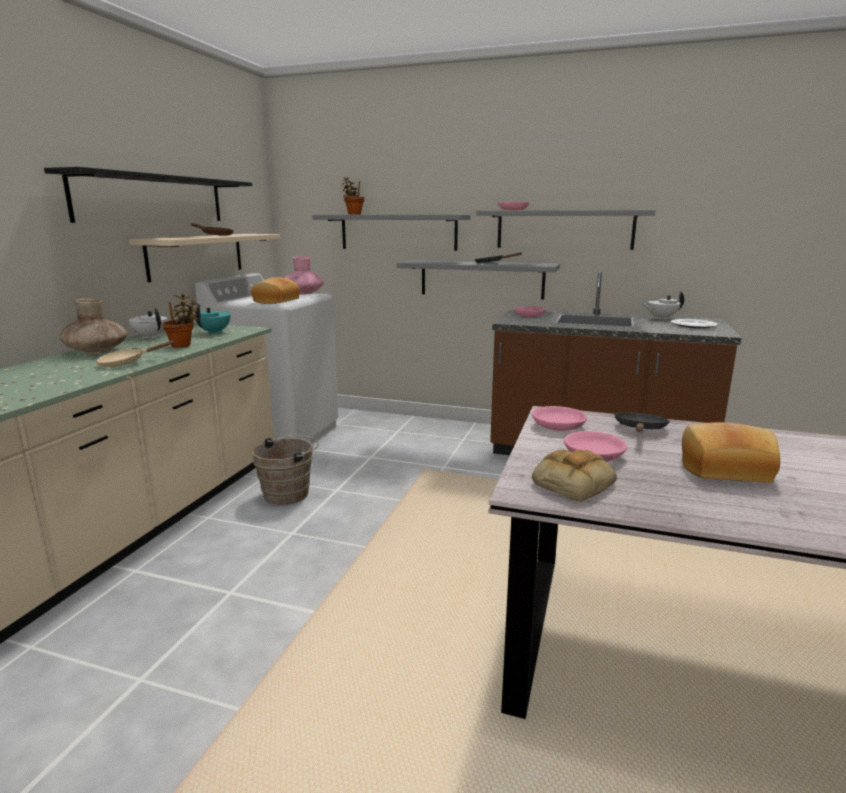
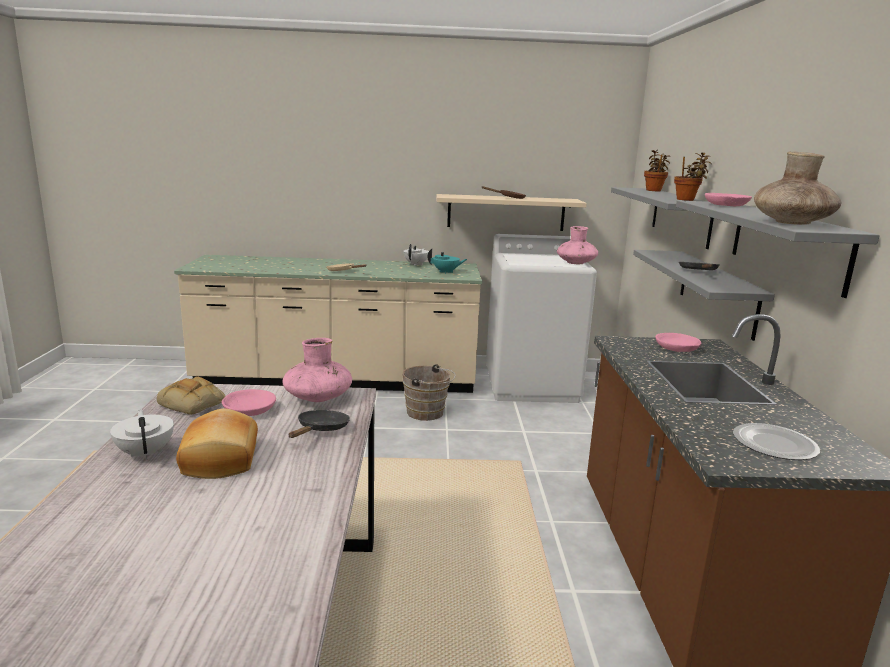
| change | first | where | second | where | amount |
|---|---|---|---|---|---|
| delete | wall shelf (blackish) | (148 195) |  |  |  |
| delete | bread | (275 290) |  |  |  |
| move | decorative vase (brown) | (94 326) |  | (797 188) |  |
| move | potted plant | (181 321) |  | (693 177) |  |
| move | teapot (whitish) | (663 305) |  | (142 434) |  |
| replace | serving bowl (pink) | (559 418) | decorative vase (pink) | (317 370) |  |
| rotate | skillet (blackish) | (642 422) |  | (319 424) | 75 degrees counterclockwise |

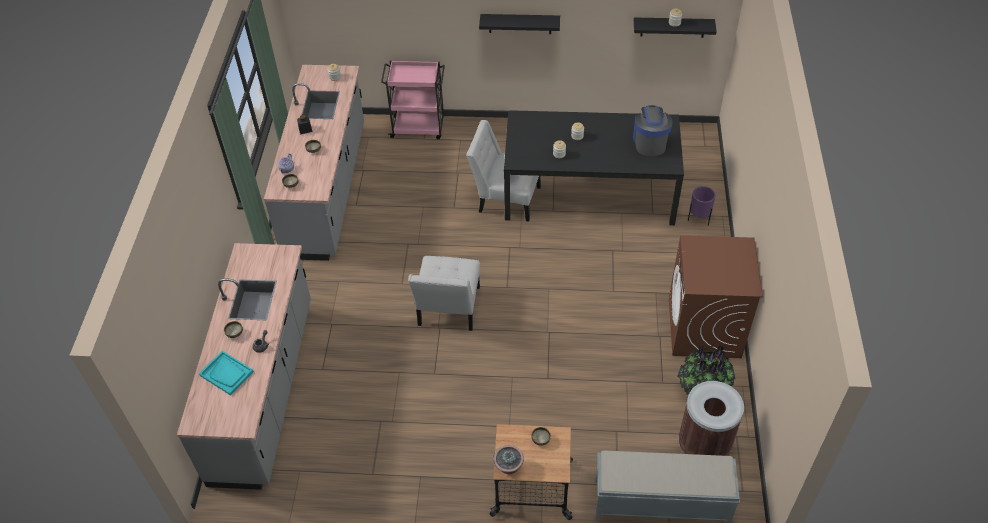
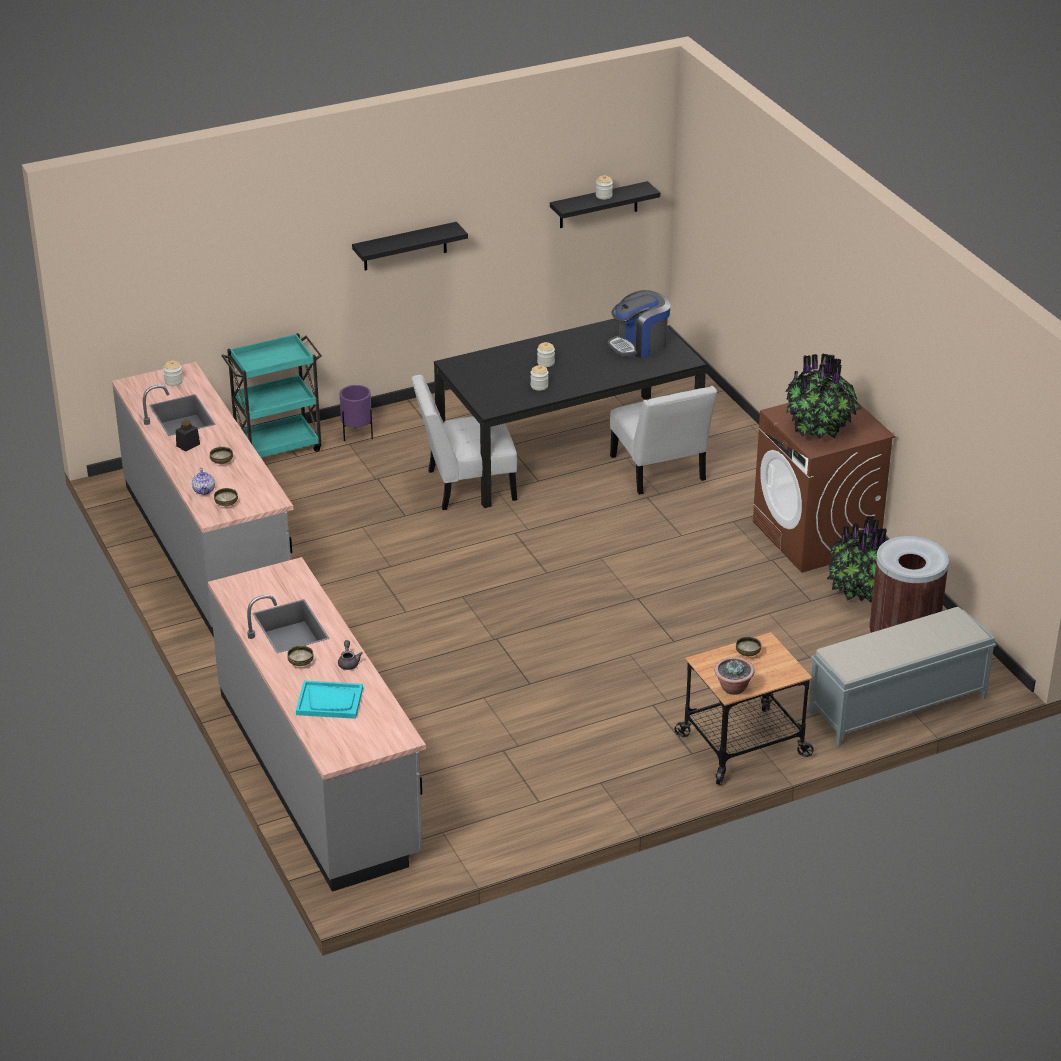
| change | first | where | second | where | amount |
|---|---|---|---|---|---|
| insert |  |  | potted plant | (823 396) |  |
| move | upright chair (whitish) | (444 293) |  | (663 440) |  |
| move | plant pot (purple-coloured) | (702 206) |  | (356 413) |  |
| recolor | trolley (pink) | (413 100) | trolley (turquoise) | (272 395) |  |
| rotate | coffee brewer | (653 130) |  | (639 324) | 90 degrees counterclockwise |

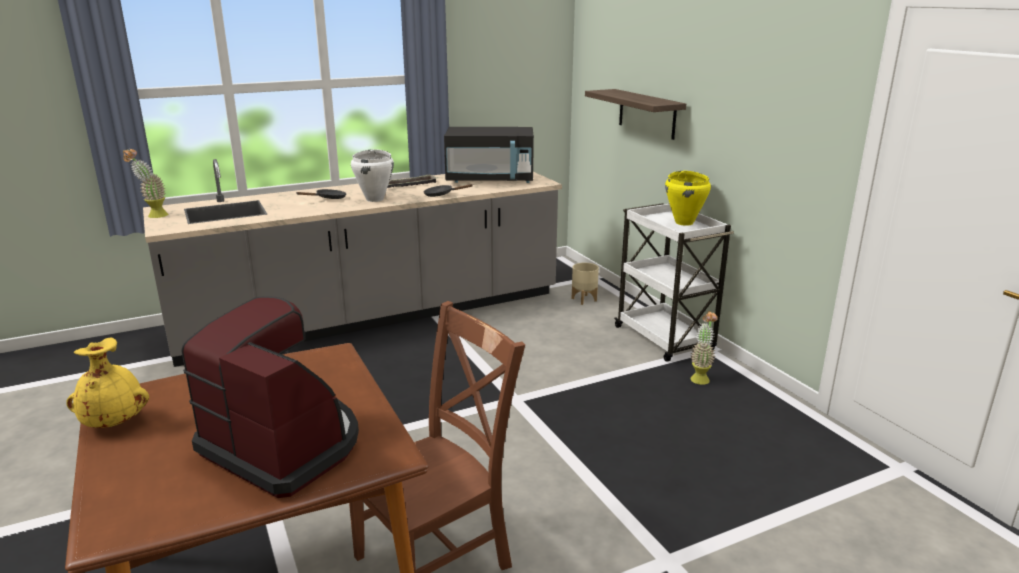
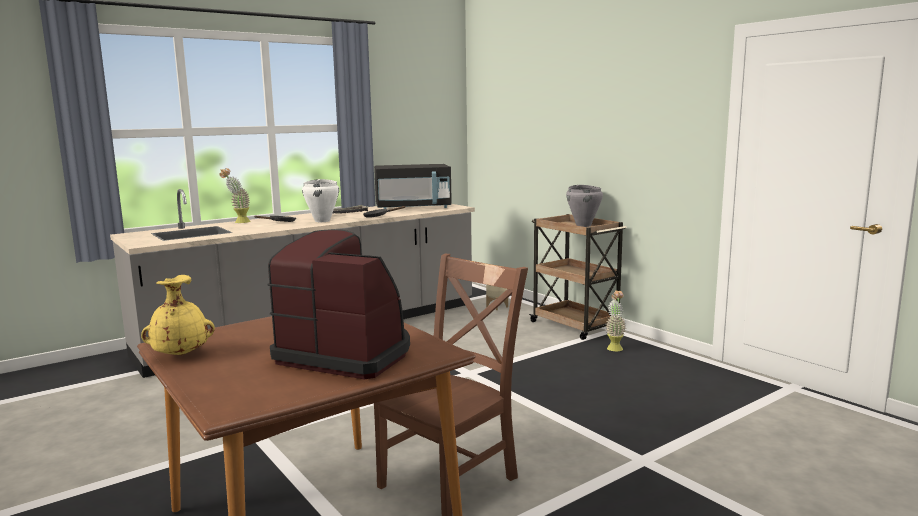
| change | first | where | second | where | amount |
|---|---|---|---|---|---|
| delete | wall shelf | (635 114) |  |  |  |
| move | potted plant | (145 183) |  | (235 195) |  |
| recolor | trolley (whitish) | (674 282) | trolley (brown) | (578 277) |  |
| recolor | cooking pot (yellowish) | (688 198) | cooking pot (grey) | (584 206) |  |

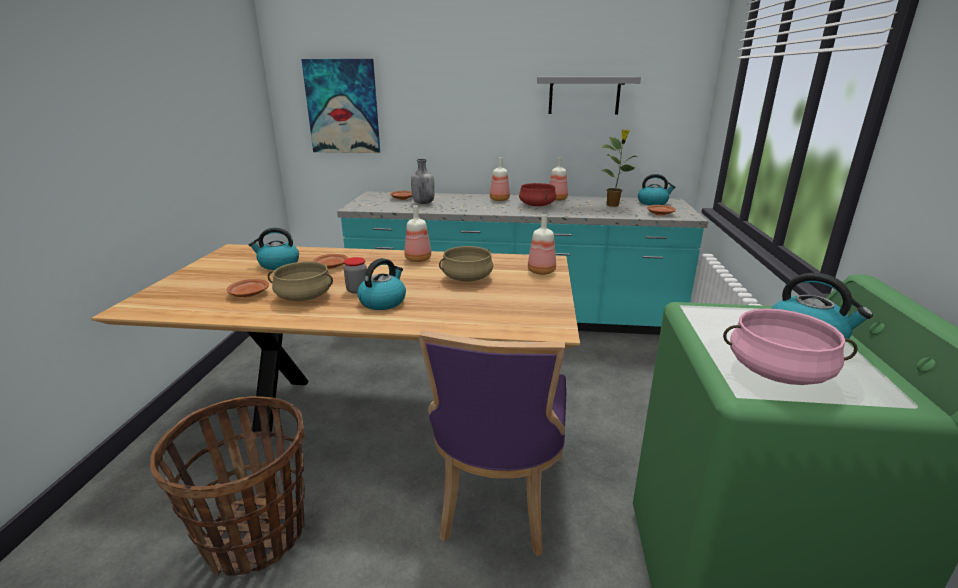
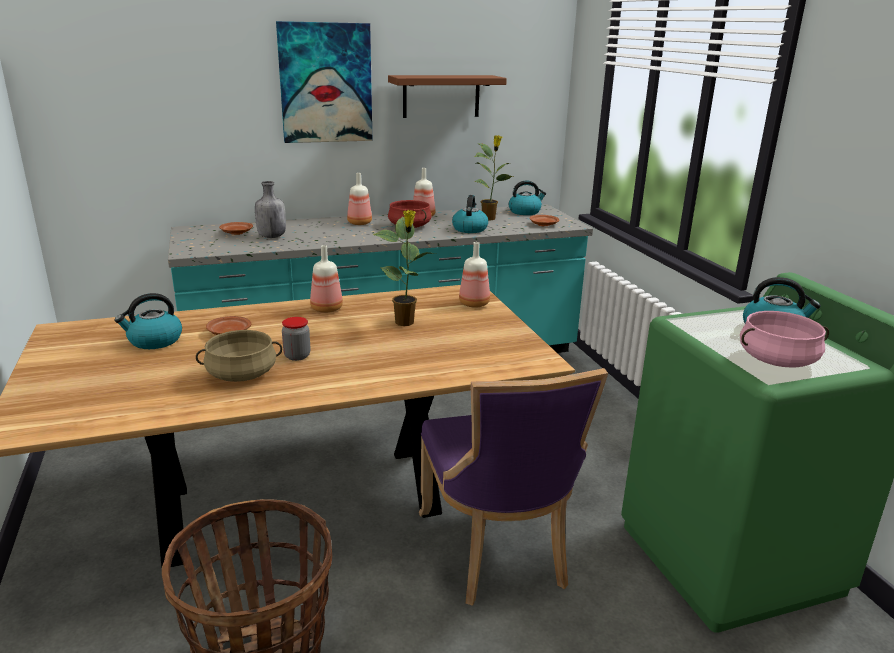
| change | first | where | second | where | amount |
|---|---|---|---|---|---|
| delete | flat dish (brown) | (248 288) |  |  |  |
| move | picture | (340 106) |  | (324 82) |  |
| move | water kettle | (381 284) |  | (470 214) |  |
| replace | cooking pot (sand-coloured) | (466 264) | potted plant | (404 268) |  |
| recolor | wall shelf (grey) | (589 96) | wall shelf (brown) | (447 96) |  |

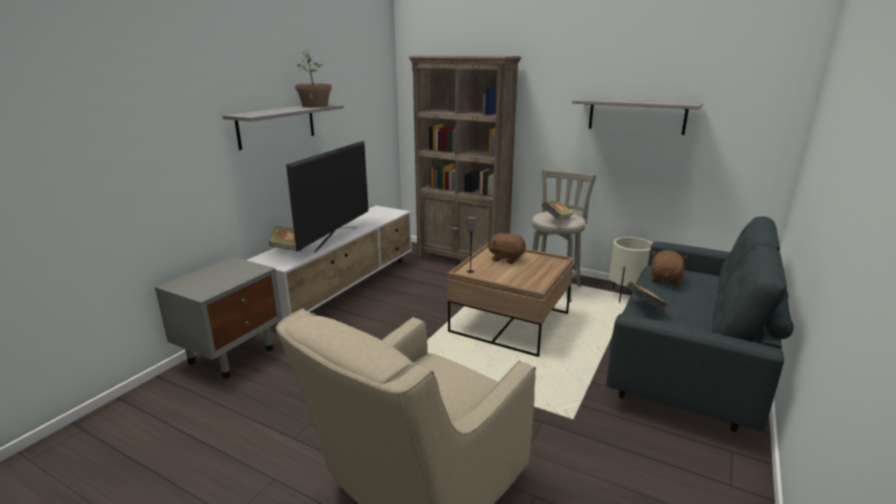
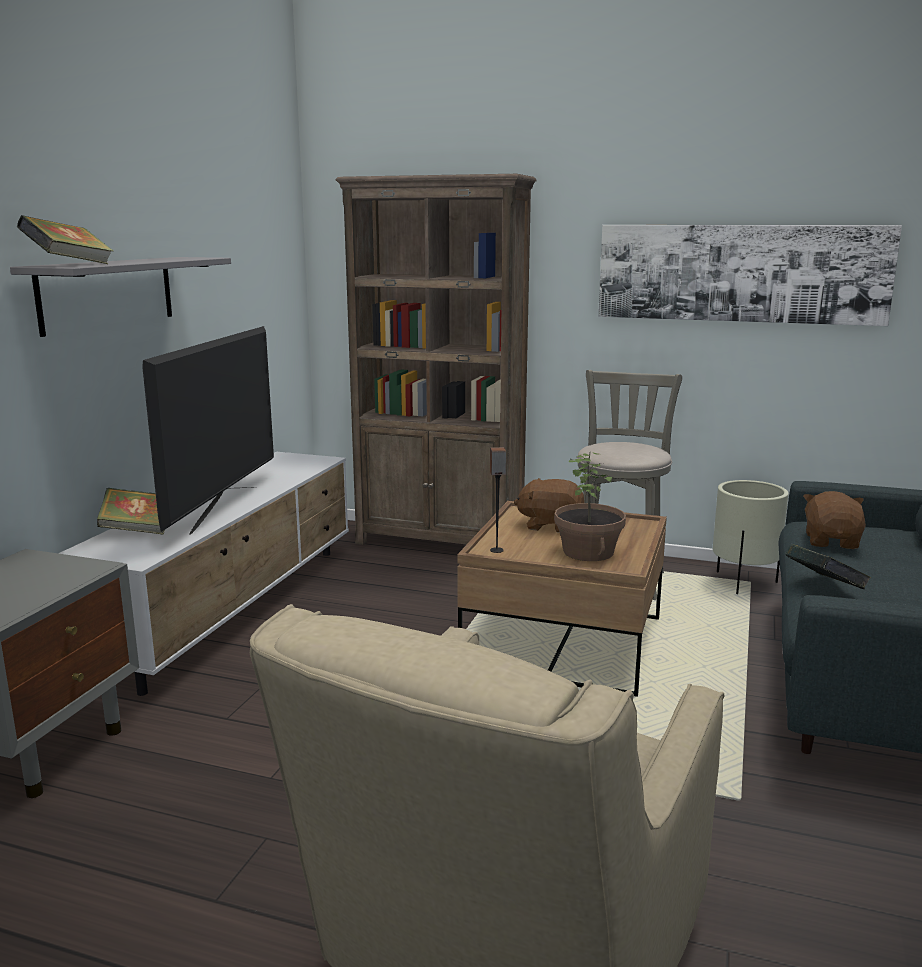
| change | first | where | second | where | amount |
|---|---|---|---|---|---|
| move | potted plant | (313 78) |  | (590 506) |  |
| move | volume | (557 210) |  | (65 239) |  |
| replace | wall shelf (grey) | (637 116) | picture | (750 275) |  |

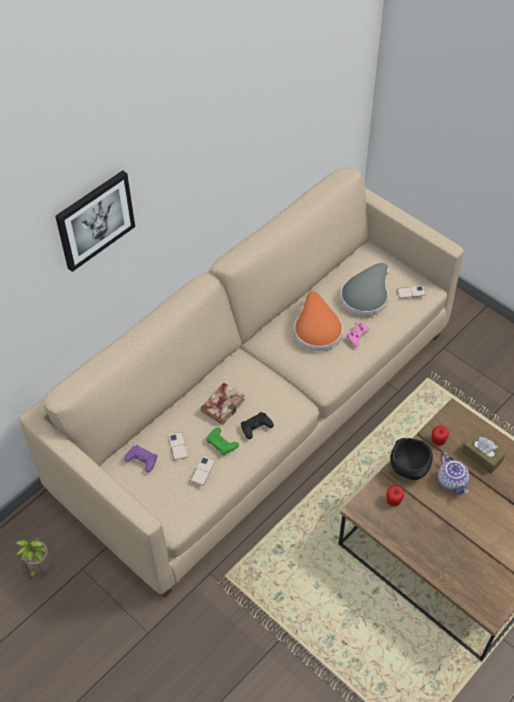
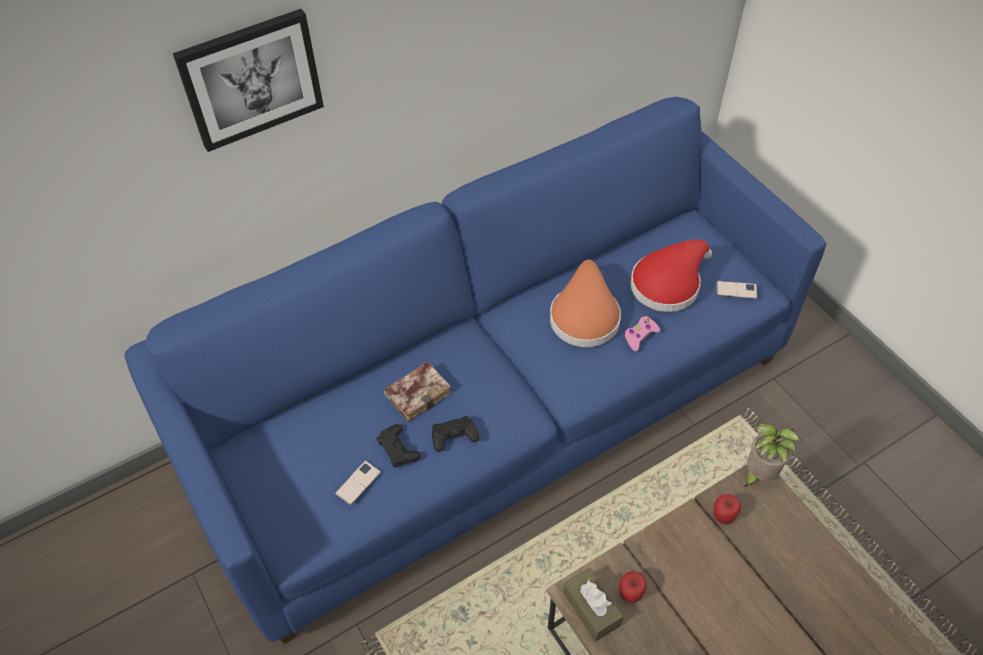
| change | first | where | second | where | amount |
|---|---|---|---|---|---|
| delete | gamepad (purple-coloured) | (141 458) |  |  |  |
| delete | telephone | (178 446) |  |  |  |
| delete | serving bowl (blackish) | (411 459) |  |  |  |
| delete | teapot | (453 473) |  |  |  |
| move | potted plant | (32 558) |  | (771 456) |  |
| move | tissue box (brown) | (483 453) |  | (593 604) |  |
| recolor | settee (sand-coloured) | (242 382) | settee (blue) | (475 370) |  |
| recolor | gamepad (green-coloured) | (222 441) | gamepad (blackish) | (398 445) |  |
| recolor | wearable hat (grey) | (365 290) | wearable hat (red) | (671 275) |  |

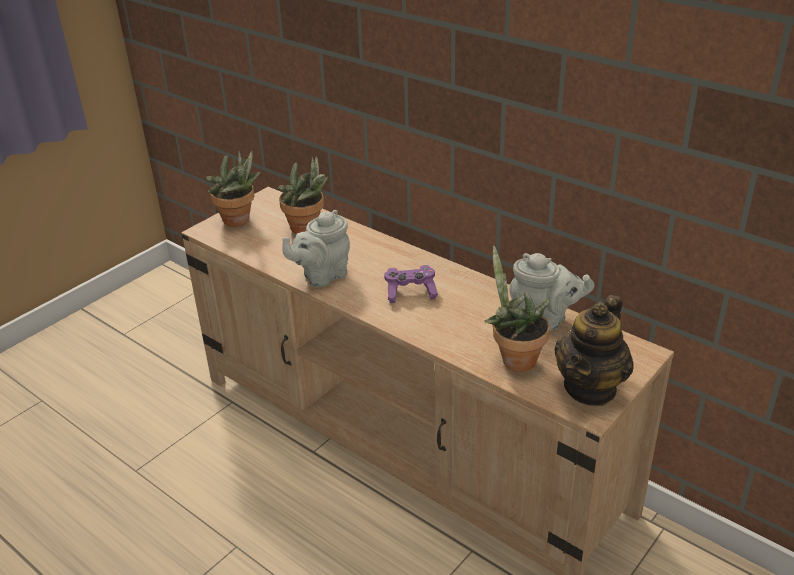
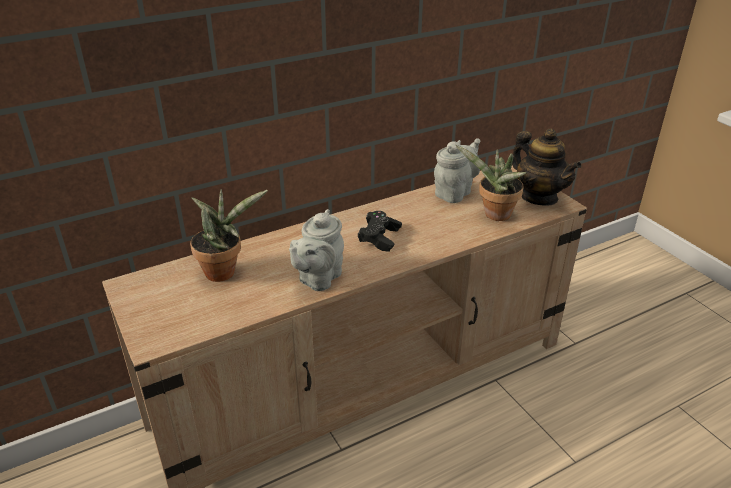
| change | first | where | second | where | amount |
|---|---|---|---|---|---|
| delete | potted plant | (233 189) |  |  |  |
| recolor | gamepad (purple-coloured) | (411 284) | gamepad (blackish) | (380 231) |  |
| rotate | teapot (grey) | (316 248) |  | (316 250) | 45 degrees clockwise |

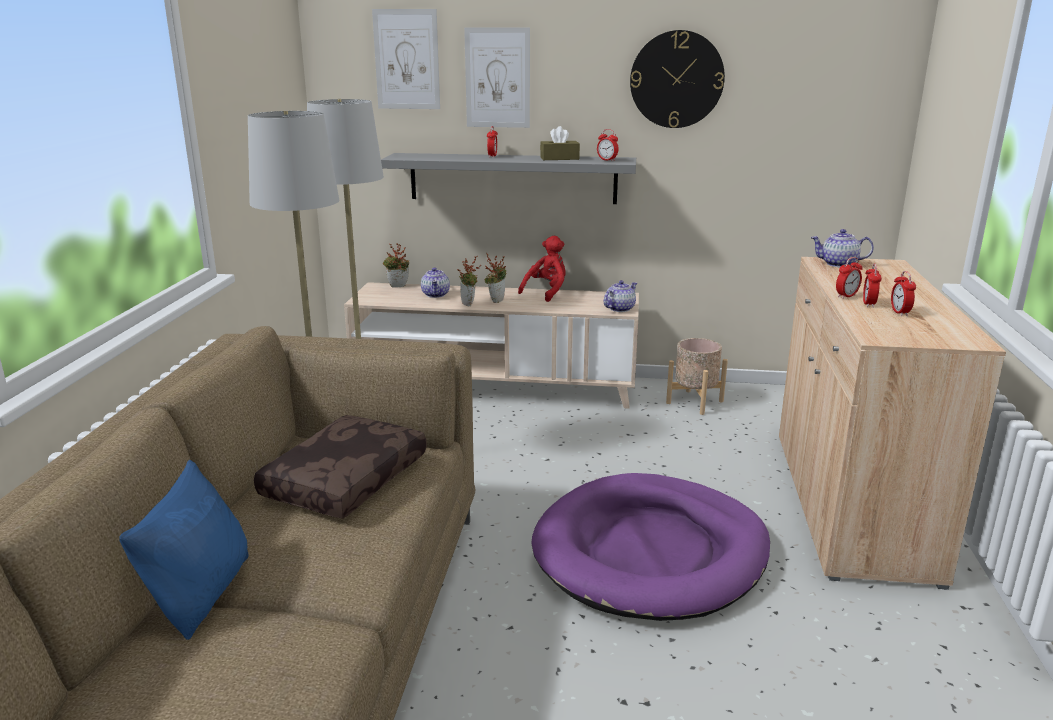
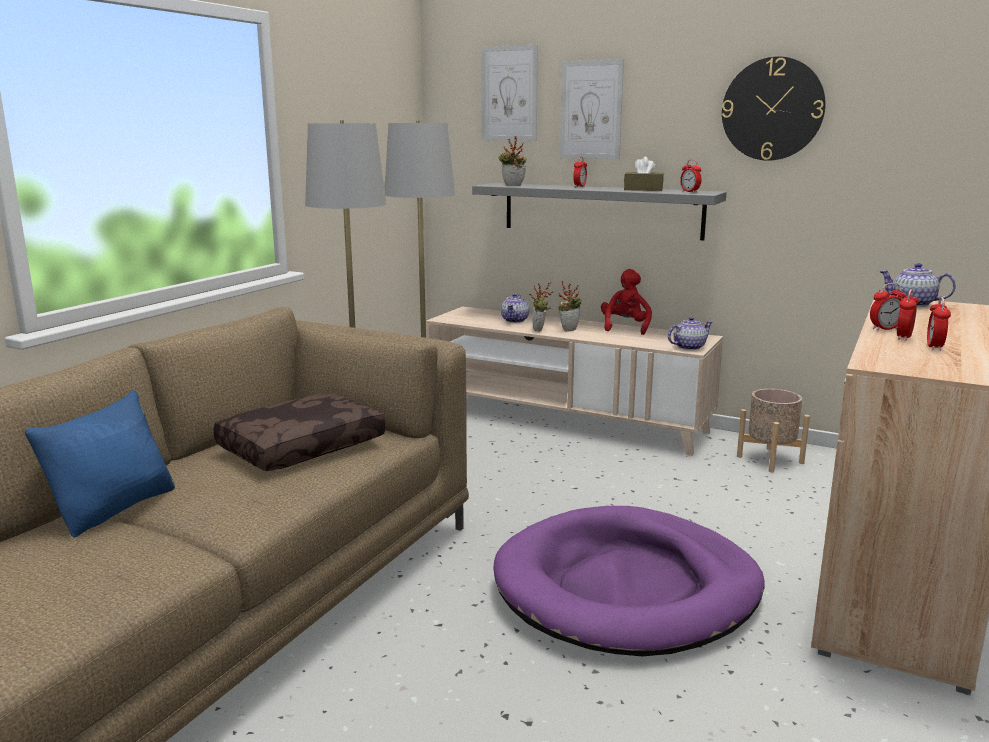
| change | first | where | second | where | amount |
|---|---|---|---|---|---|
| move | potted plant | (396 265) |  | (512 161) |  |
| rotate | soft toy (red) | (542 269) |  | (626 302) | 45 degrees counterclockwise |

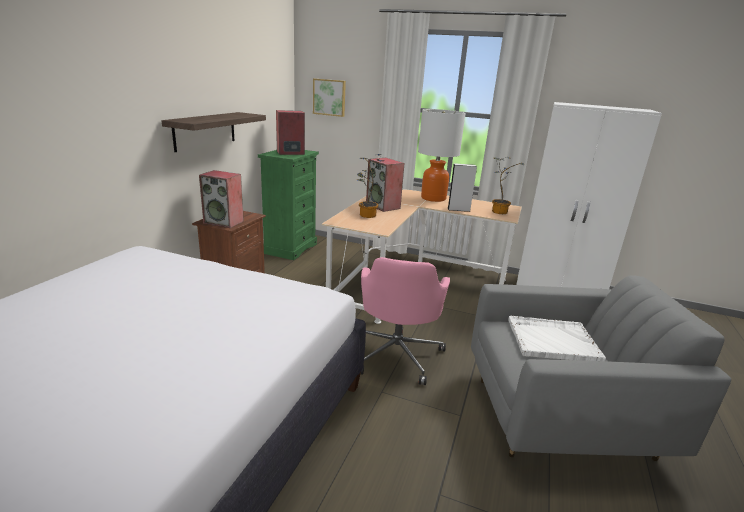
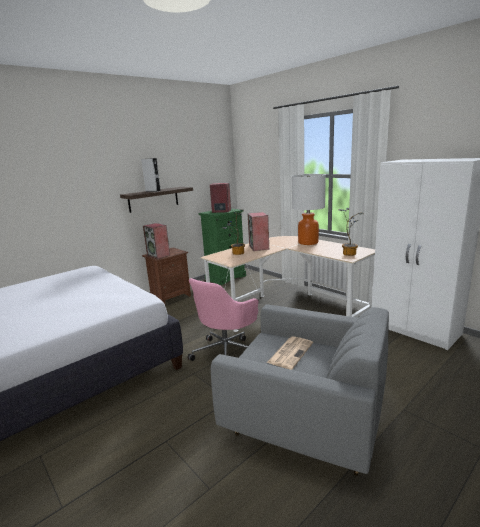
| change | first | where | second | where | amount |
|---|---|---|---|---|---|
| delete | picture | (329 98) |  |  |  |
| move | speaker (grey) | (462 187) |  | (151 175) |  |
| replace | serving tray (whitish) | (557 338) | daily paper | (290 353) |  |

